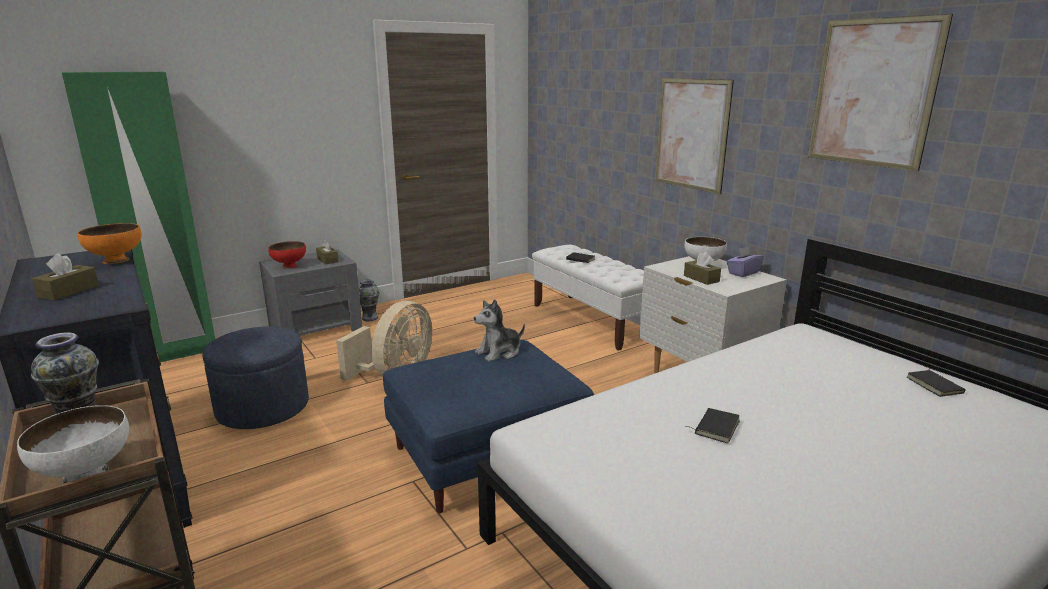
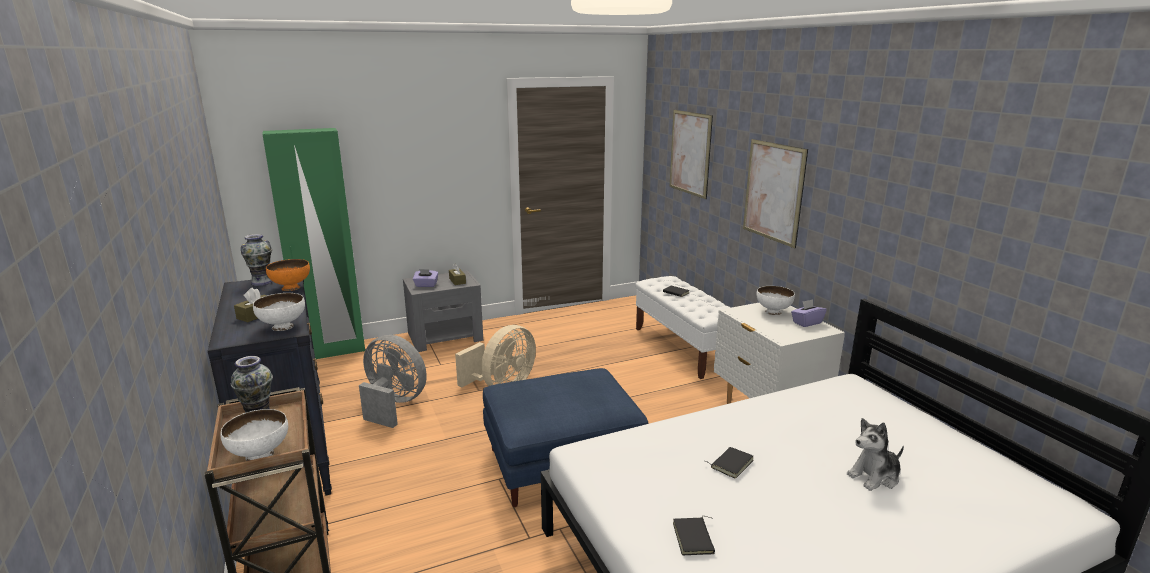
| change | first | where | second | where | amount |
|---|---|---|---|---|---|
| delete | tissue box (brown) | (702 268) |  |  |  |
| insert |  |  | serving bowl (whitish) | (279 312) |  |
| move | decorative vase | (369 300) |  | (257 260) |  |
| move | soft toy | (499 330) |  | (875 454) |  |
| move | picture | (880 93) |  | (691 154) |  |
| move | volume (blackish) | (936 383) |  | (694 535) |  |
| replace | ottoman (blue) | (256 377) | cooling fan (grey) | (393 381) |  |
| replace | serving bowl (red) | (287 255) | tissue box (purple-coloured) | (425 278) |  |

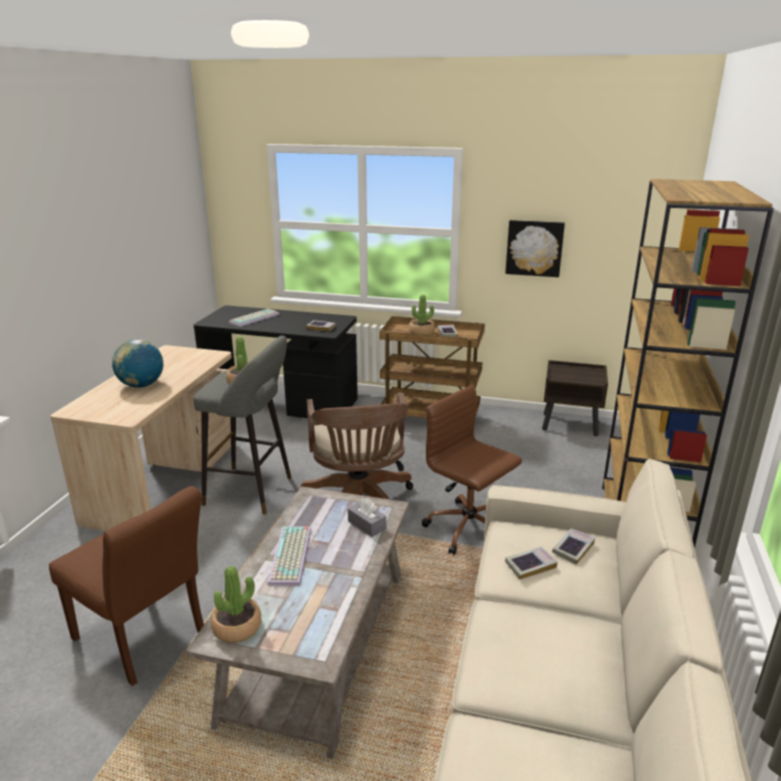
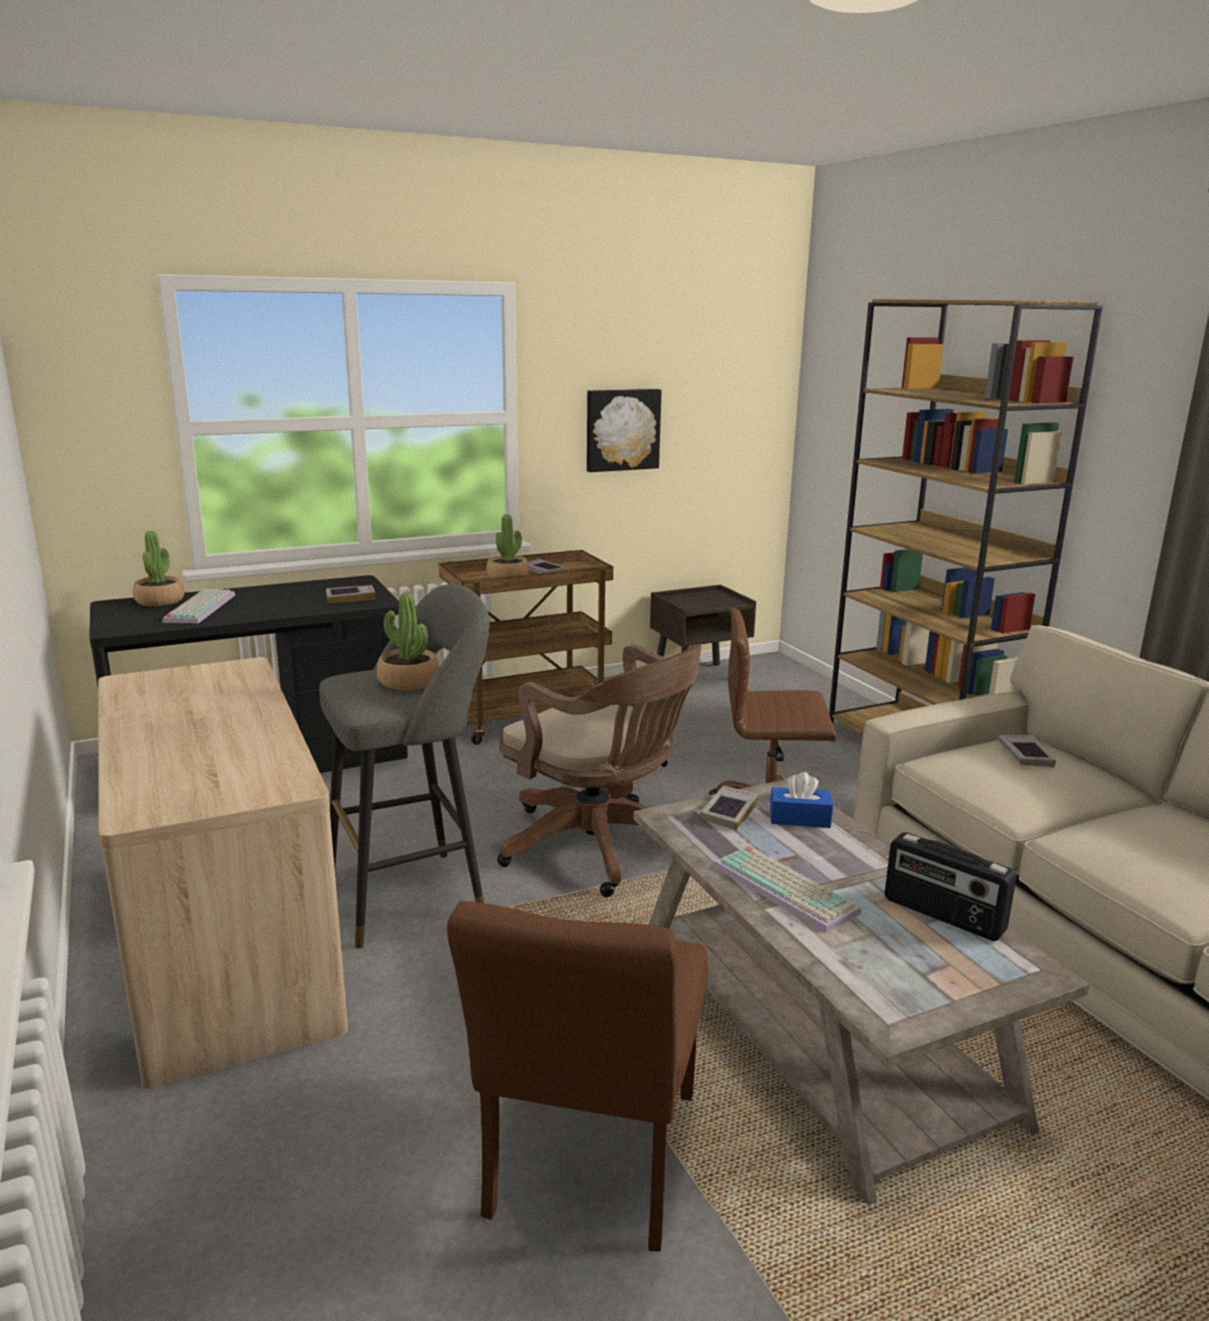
| change | first | where | second | where | amount |
|---|---|---|---|---|---|
| delete | globe | (137 363) |  |  |  |
| insert |  |  | radio | (951 886) |  |
| move | potted plant | (236 604) |  | (158 568) |  |
| move | volume | (531 563) |  | (729 808) |  |
| recolor | tissue box (grey) | (367 517) | tissue box (blue) | (801 800) |  |
| rotate | upright chair (brown) | (126 586) |  | (577 1076) | 105 degrees clockwise |

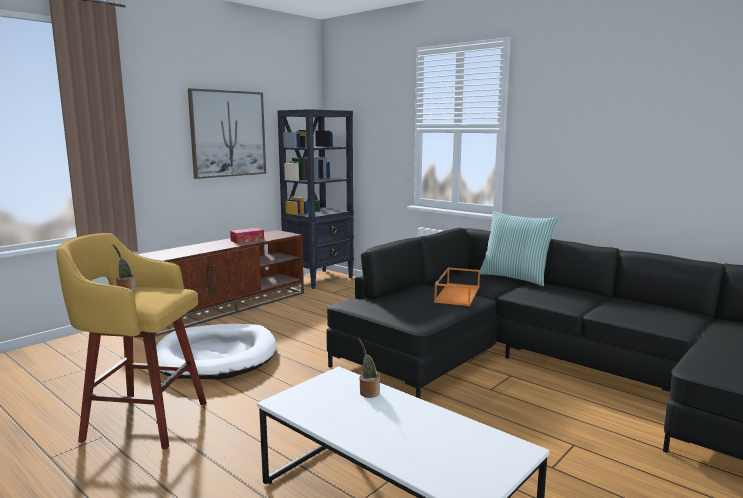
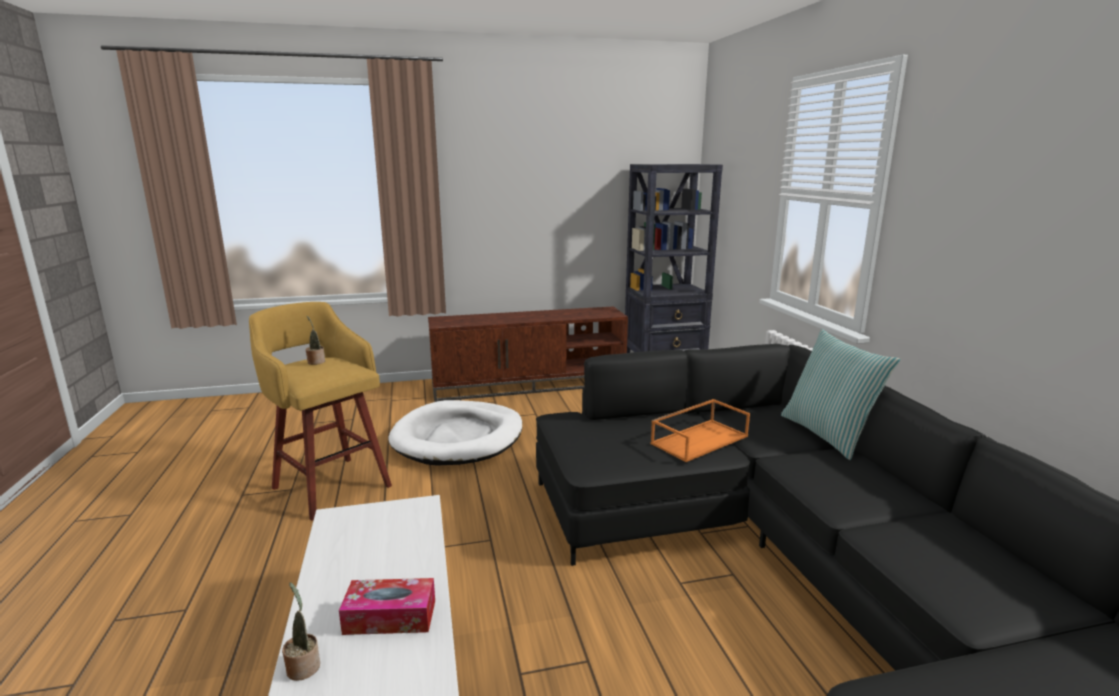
| change | first | where | second | where | amount |
|---|---|---|---|---|---|
| delete | picture | (227 133) |  |  |  |
| move | tissue box | (247 235) |  | (387 606) |  |
| move | potted plant | (369 368) |  | (301 631) |  |

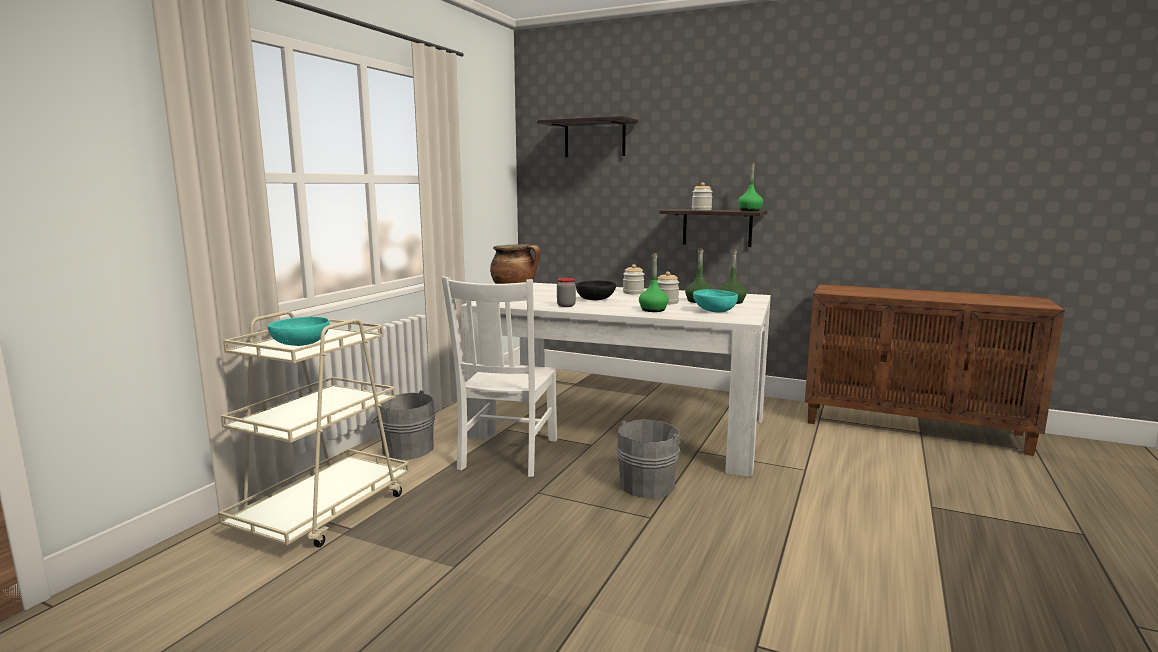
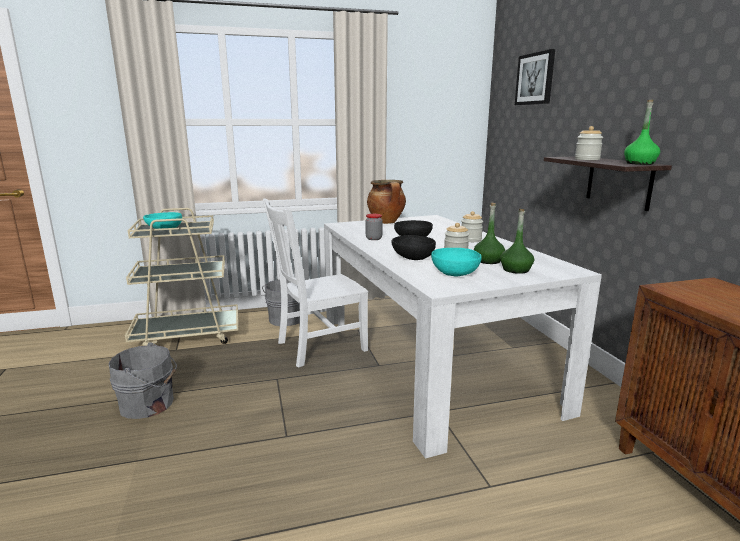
| change | first | where | second | where | amount |
|---|---|---|---|---|---|
| move | pail (grey) | (651 459) |  | (143 380) |  |
| replace | wall shelf | (587 136) | picture | (535 77) |  |
| replace | bottle (green-coloured) | (654 282) | serving bowl (blackish) | (414 247) |  |

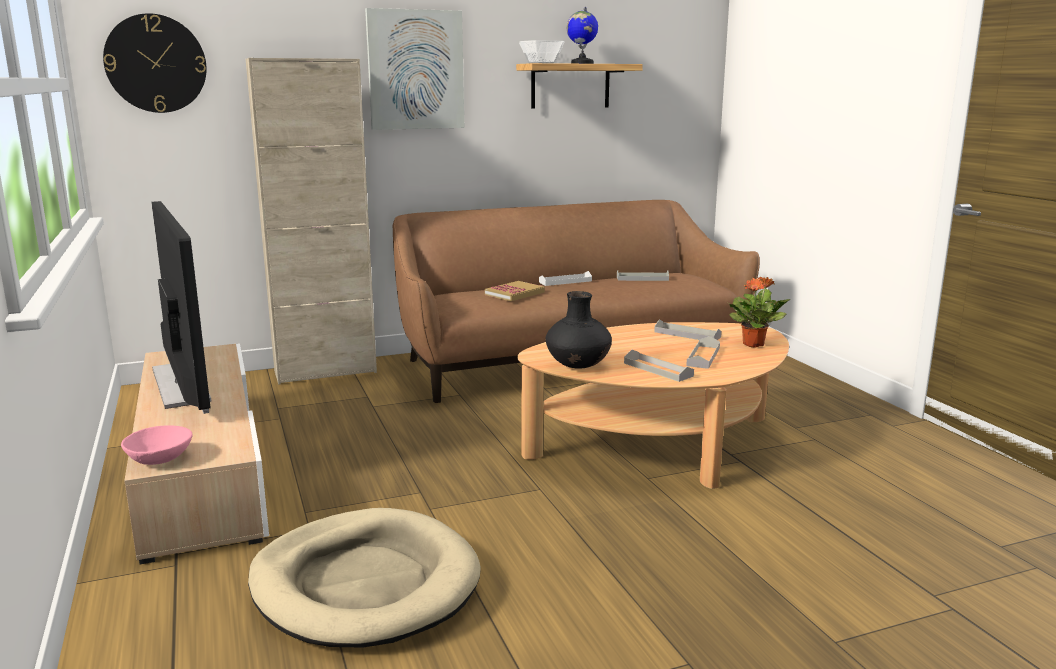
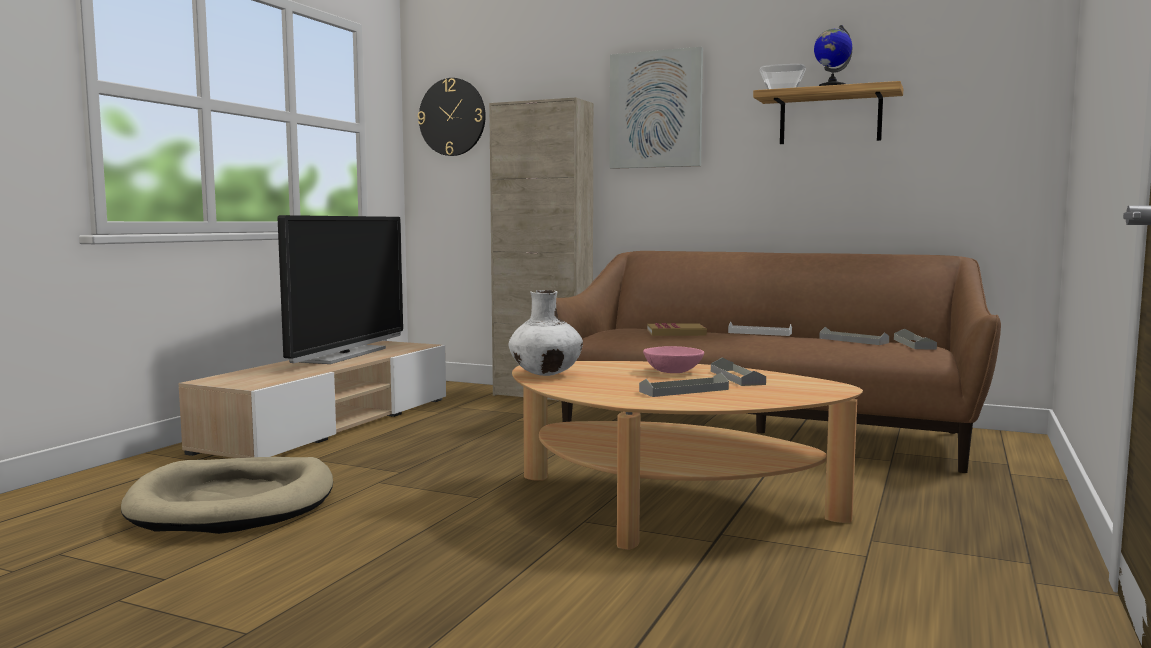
| change | first | where | second | where | amount |
|---|---|---|---|---|---|
| delete | potted plant | (759 312) |  |  |  |
| move | serving bowl (pink) | (157 445) |  | (673 359) |  |
| move | serving tray (grey) | (659 366) |  | (915 339) |  |
| recolor | decorative vase (blackish) | (579 330) | decorative vase (whitish) | (545 333) |  |

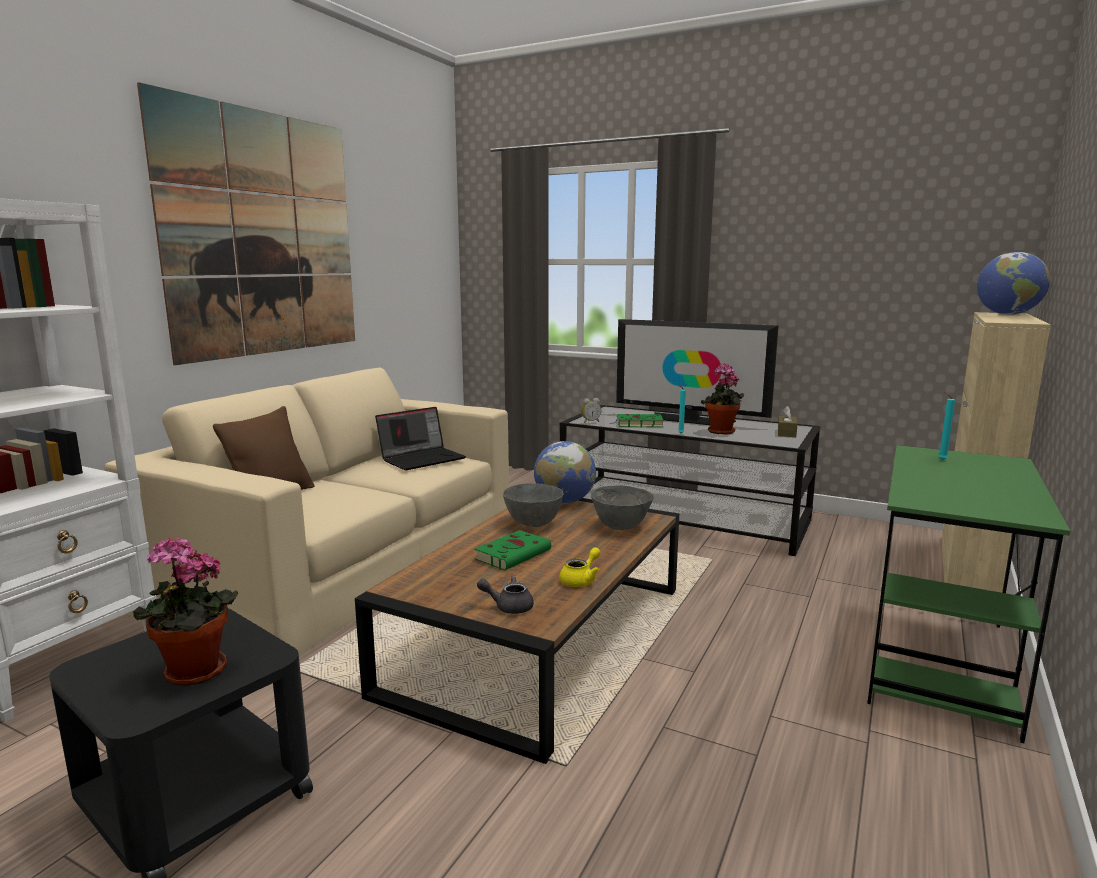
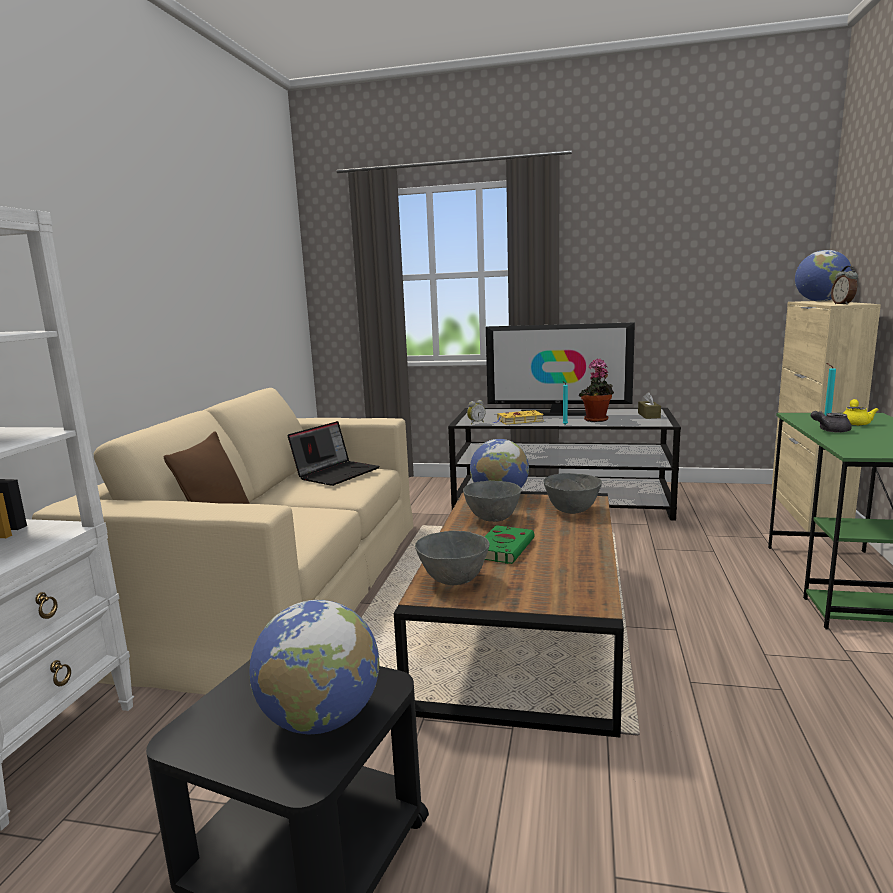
| change | first | where | second | where | amount |
|---|---|---|---|---|---|
| delete | picture | (246 223) |  |  |  |
| insert |  |  | serving bowl (grey) | (452 558) |  |
| insert |  |  | bedside clock | (844 285) |  |
| move | teapot (grey) | (505 595) |  | (831 422) |  |
| move | teapot (yellowish) | (580 567) |  | (861 412) |  |
| replace | potted plant | (185 611) | globe | (314 667) |  |
| recolor | volume (green-coloured) | (637 420) | volume (yellowish) | (518 417) |  |

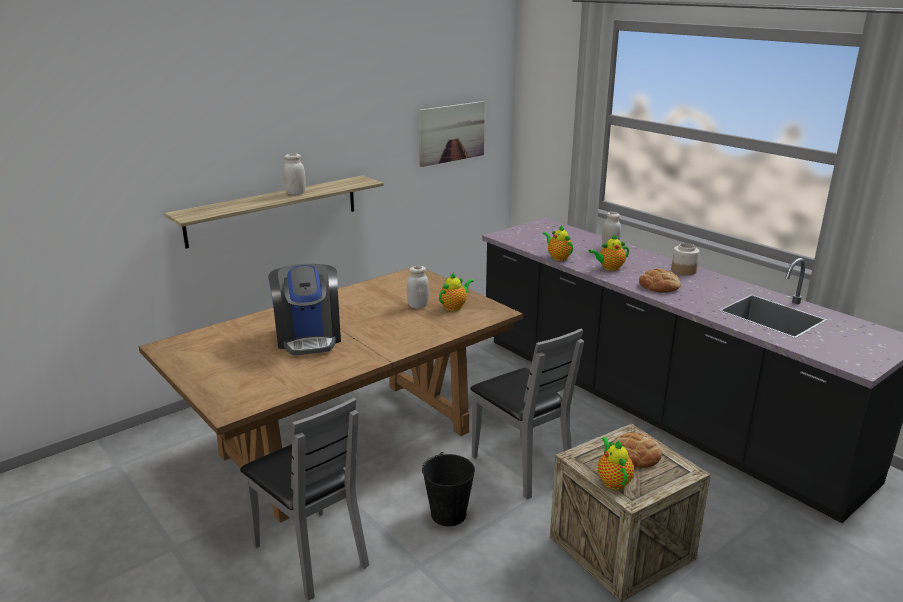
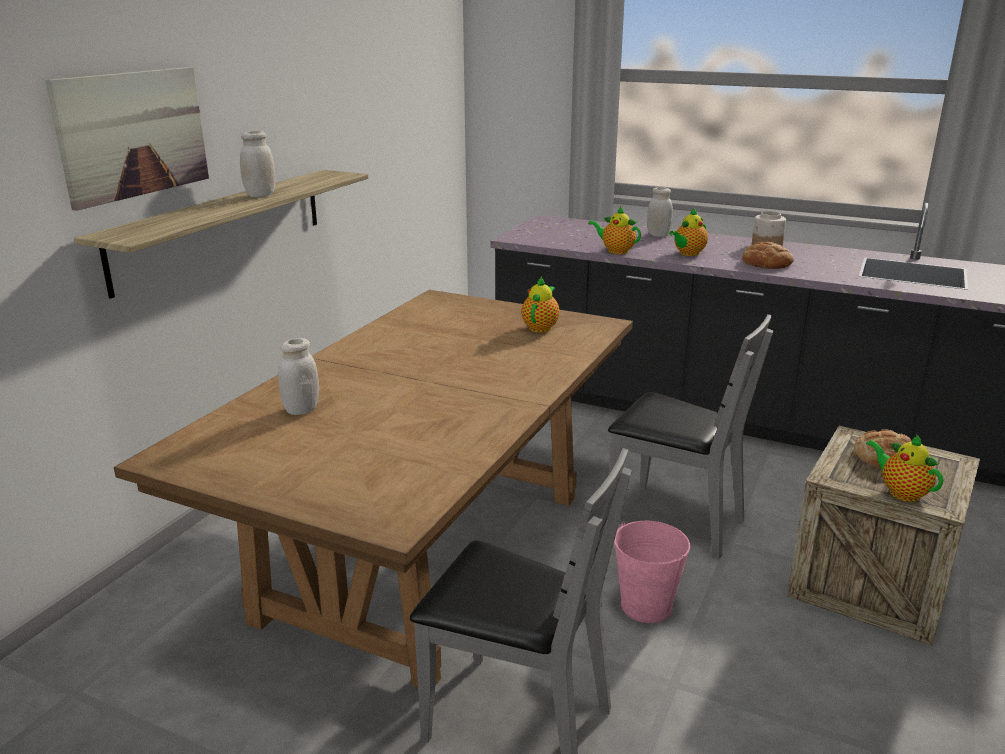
| change | first | where | second | where | amount |
|---|---|---|---|---|---|
| delete | coffee brewer | (304 309) |  |  |  |
| move | preserve jar (whitish) | (418 287) |  | (298 376) |  |
| move | picture | (452 134) |  | (127 139) |  |
| recolor | pail (blackish) | (448 489) | pail (pink) | (652 572) |  |

